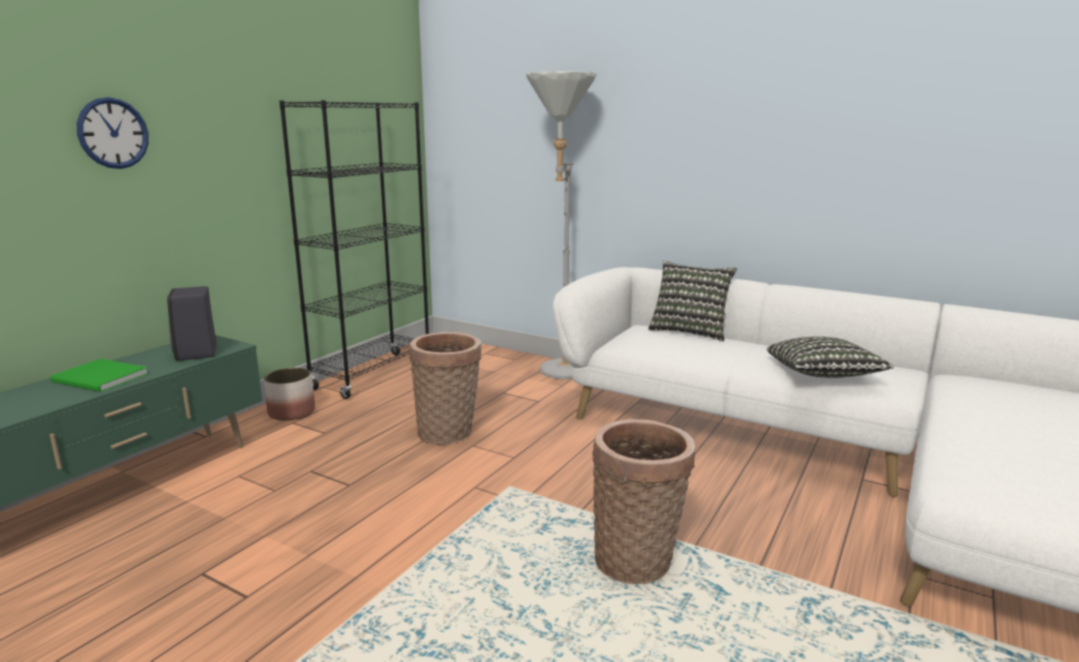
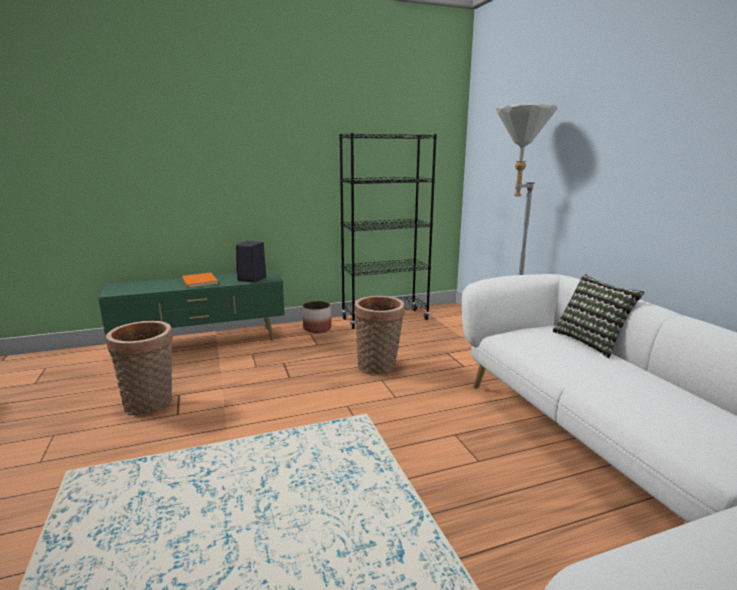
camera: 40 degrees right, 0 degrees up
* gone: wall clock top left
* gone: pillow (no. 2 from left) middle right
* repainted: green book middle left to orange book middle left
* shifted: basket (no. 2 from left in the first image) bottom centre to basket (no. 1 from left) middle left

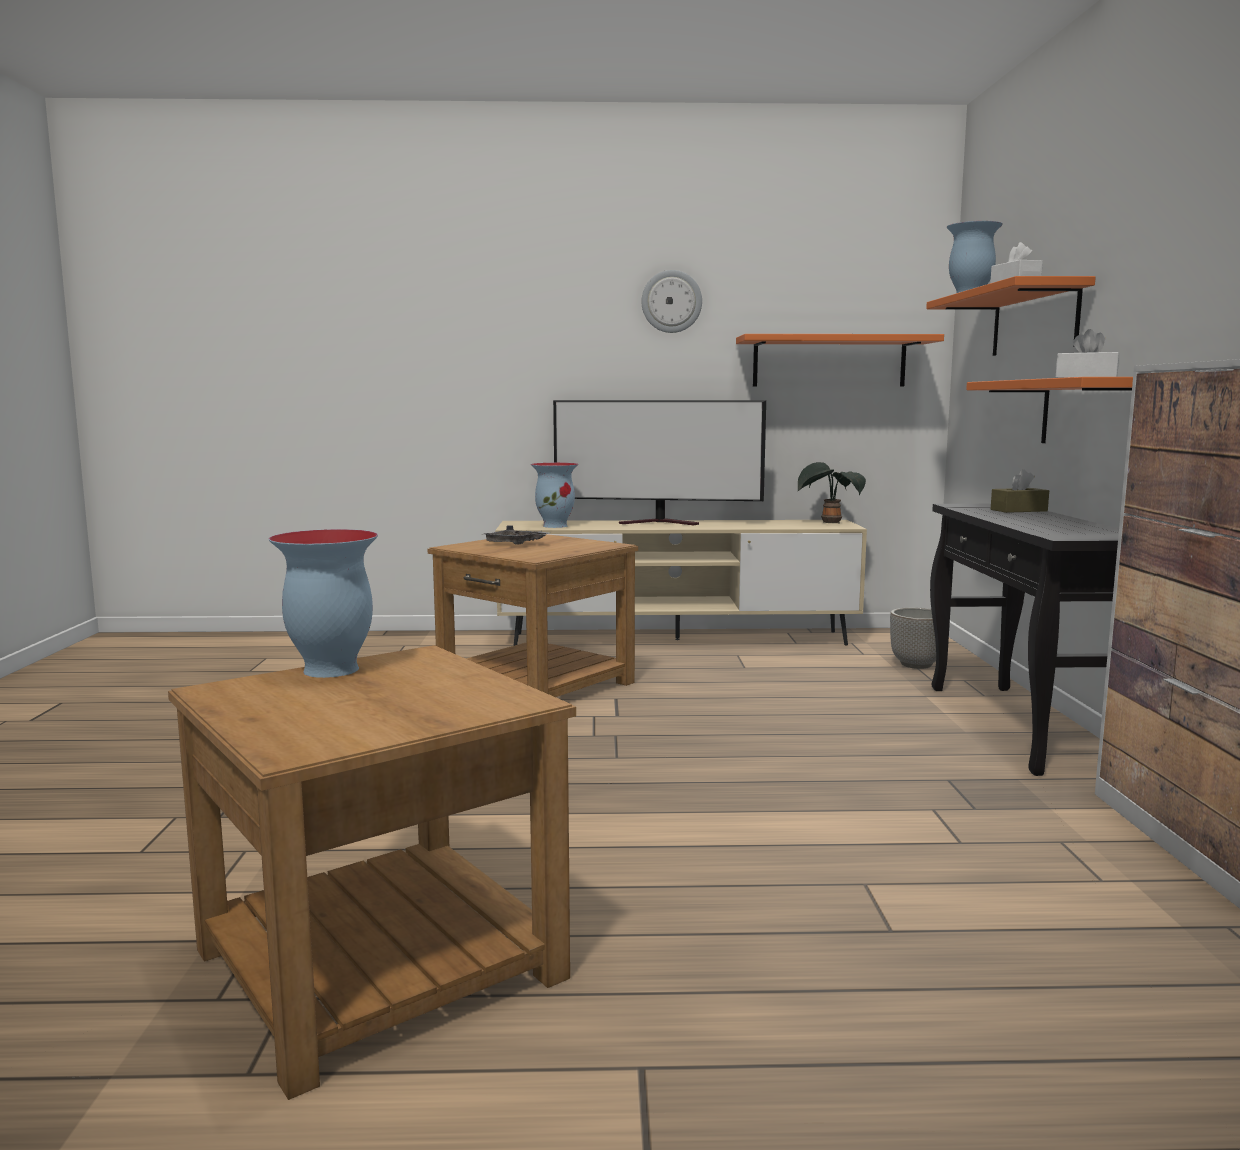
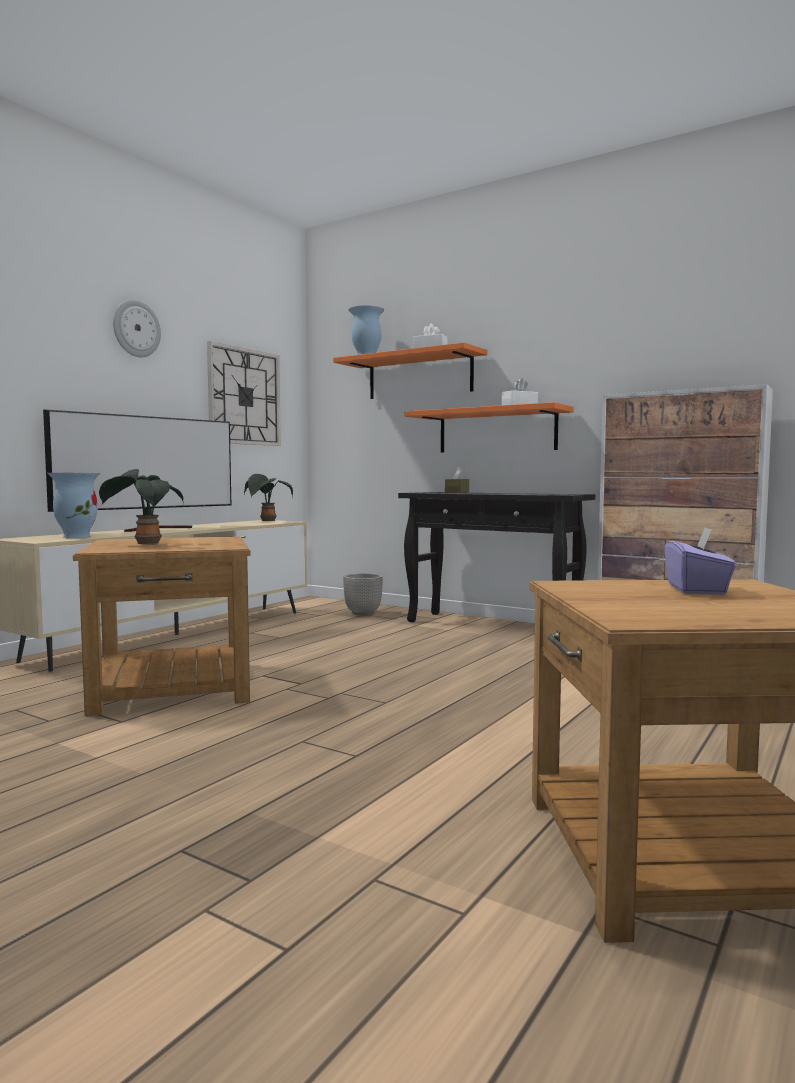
camera: 55 degrees left, 5 degrees down
* swapped: orange shelf (no. 1 from left) top right to wall clock (no. 2 from left) middle left
* swapped: grey tray centre to potted plant (no. 1 from left) middle left
* gone: vase (no. 1 from left) middle left
* new: purple tissue box middle right

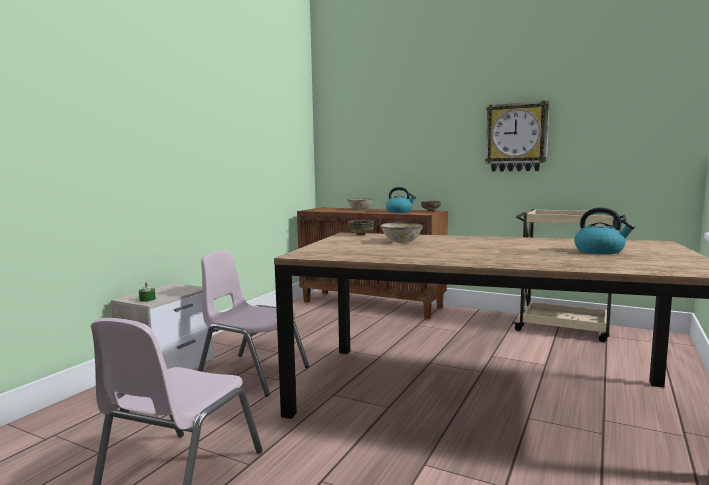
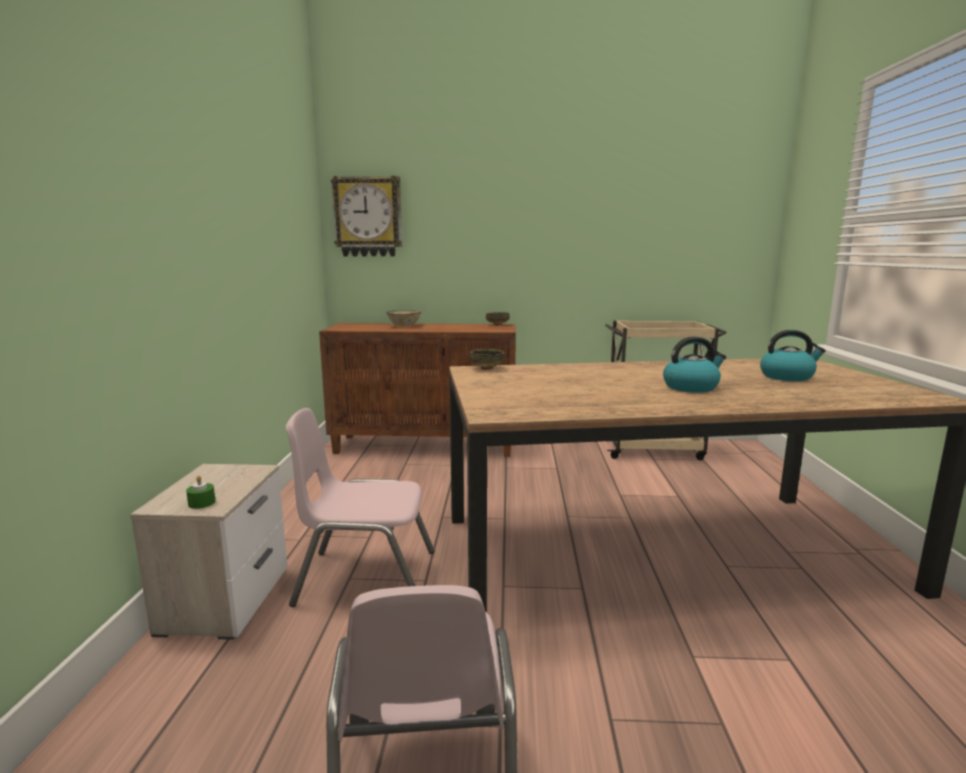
camera: 25 degrees left, 5 degrees up
* shifted: wall clock top right to top centre
* shifted: kettle (no. 1 from left) centre to middle right
* gone: bowl (no. 3 from left) centre

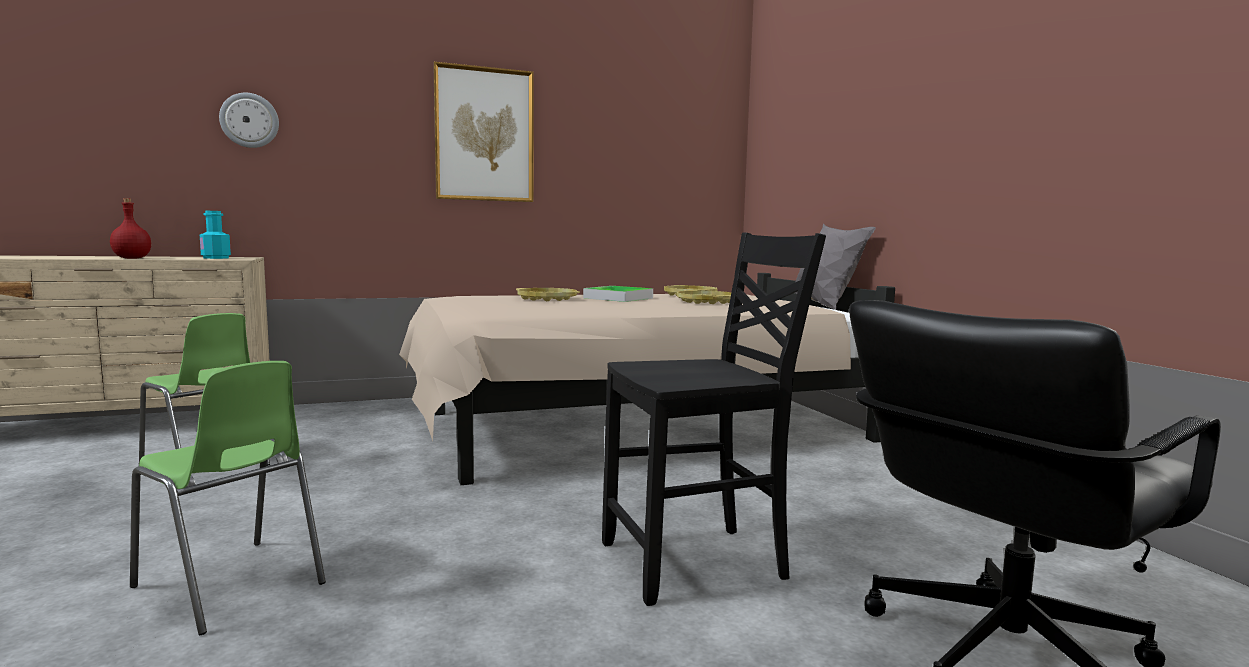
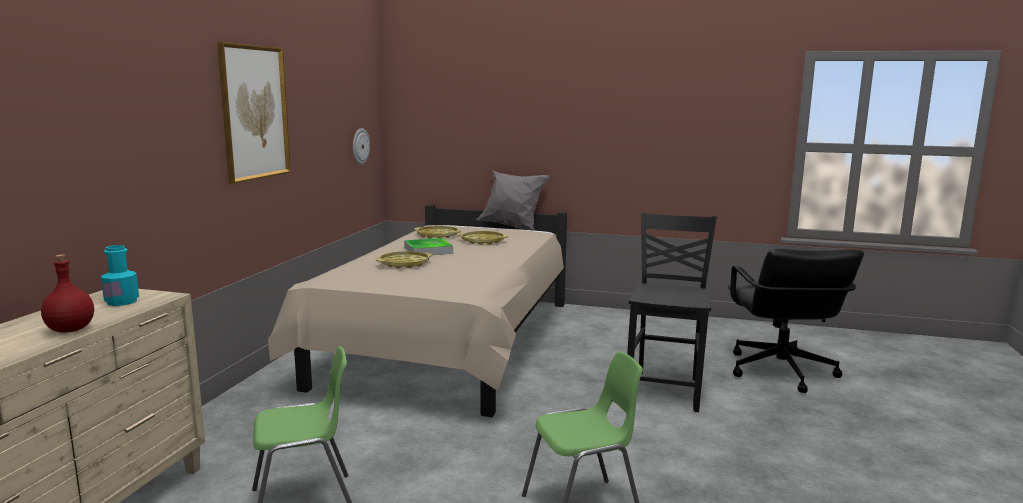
camera: 55 degrees left, 5 degrees up
* shifted: wall clock top left to top centre

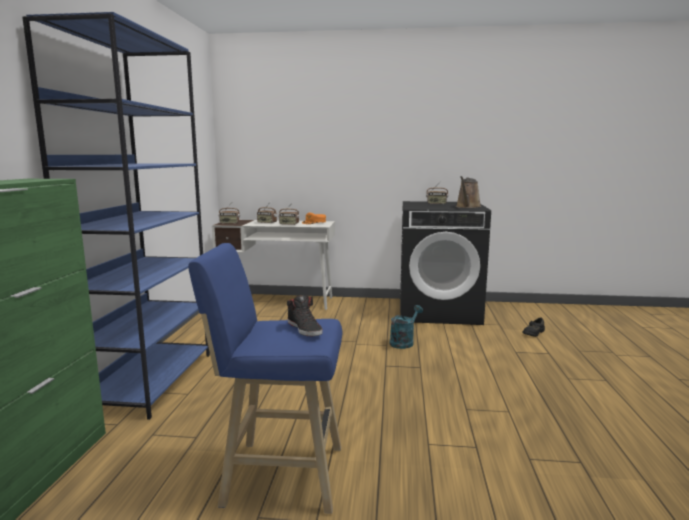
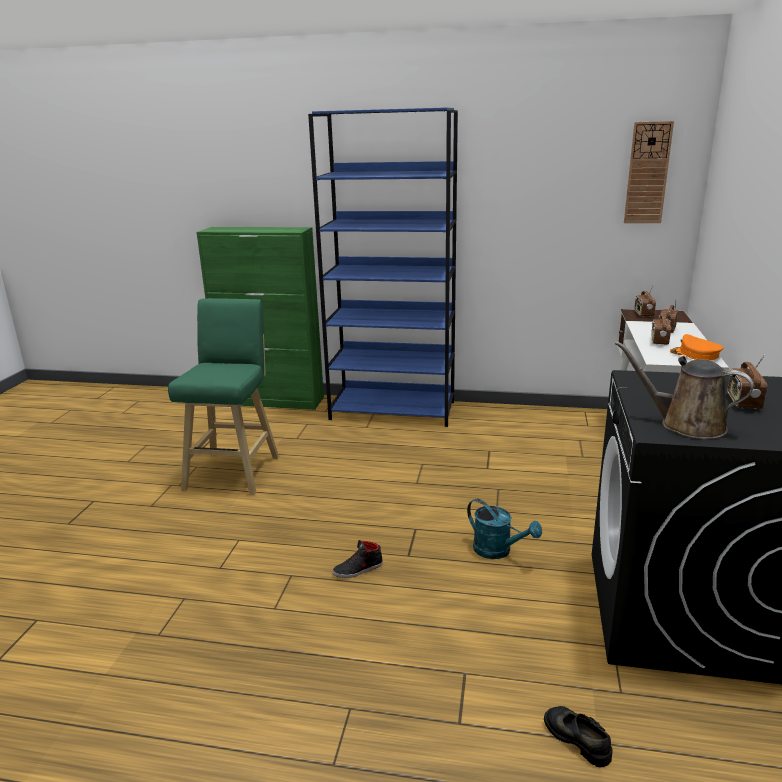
camera: 95 degrees right, 10 degrees up
* repainted: blue stool bottom centre to green stool middle left
* shifted: black shoe (no. 1 from left) centre to bottom centre
* new: wall clock top right

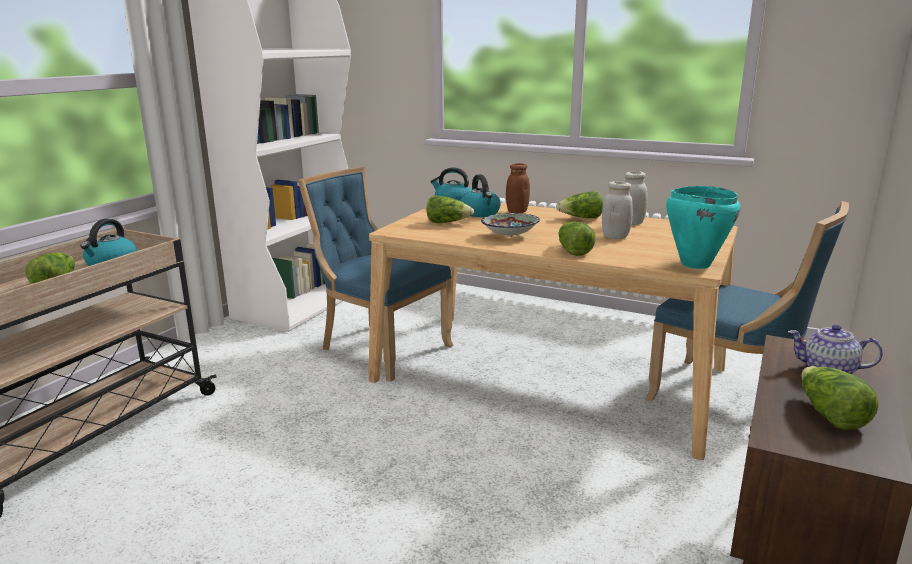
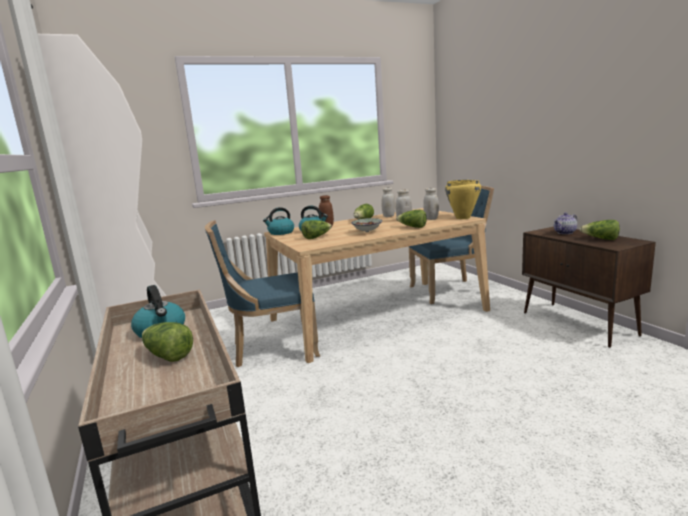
camera: 50 degrees left, 5 degrees down
* repainted: turquoise cooking pot middle right to yellow cooking pot middle right
* new: white jar (no. 3 from left) centre

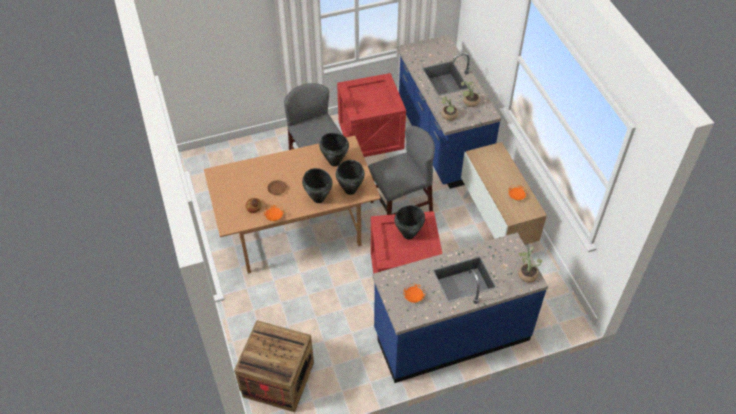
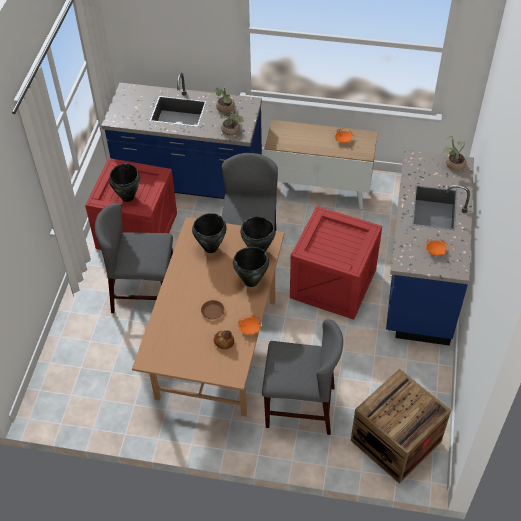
camera: 60 degrees left, 0 degrees up
* shifted: black cooking pot (no. 4 from left in the first image) centre to black cooking pot (no. 1 from left) middle left
* new: grey chair (no. 3 from left) bottom centre

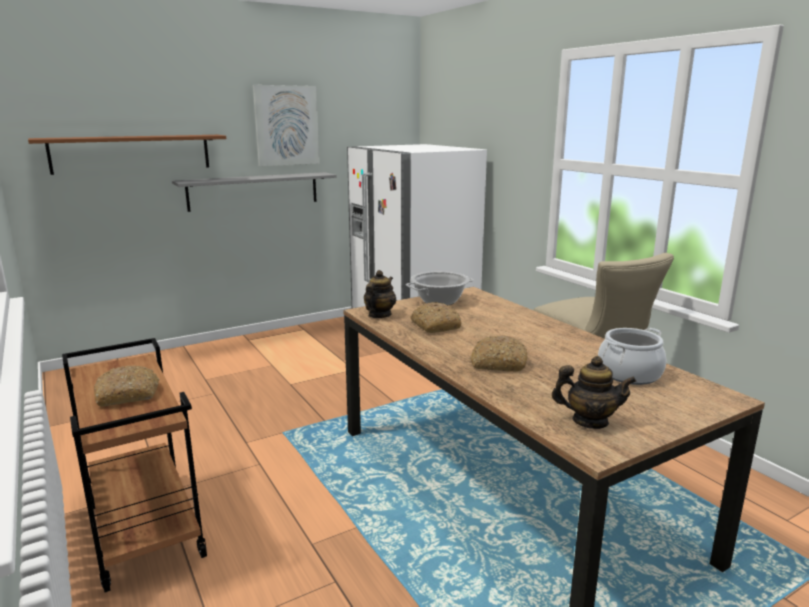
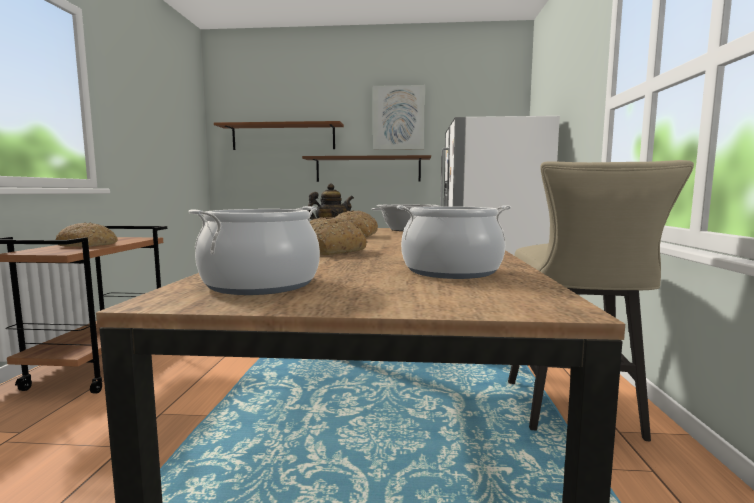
camera: 35 degrees right, 10 degrees down
* repainted: grey shelf top left to brown shelf (no. 2 from left) centre
* swapped: teapot (no. 2 from left) middle right to cooking pot (no. 1 from left) centre

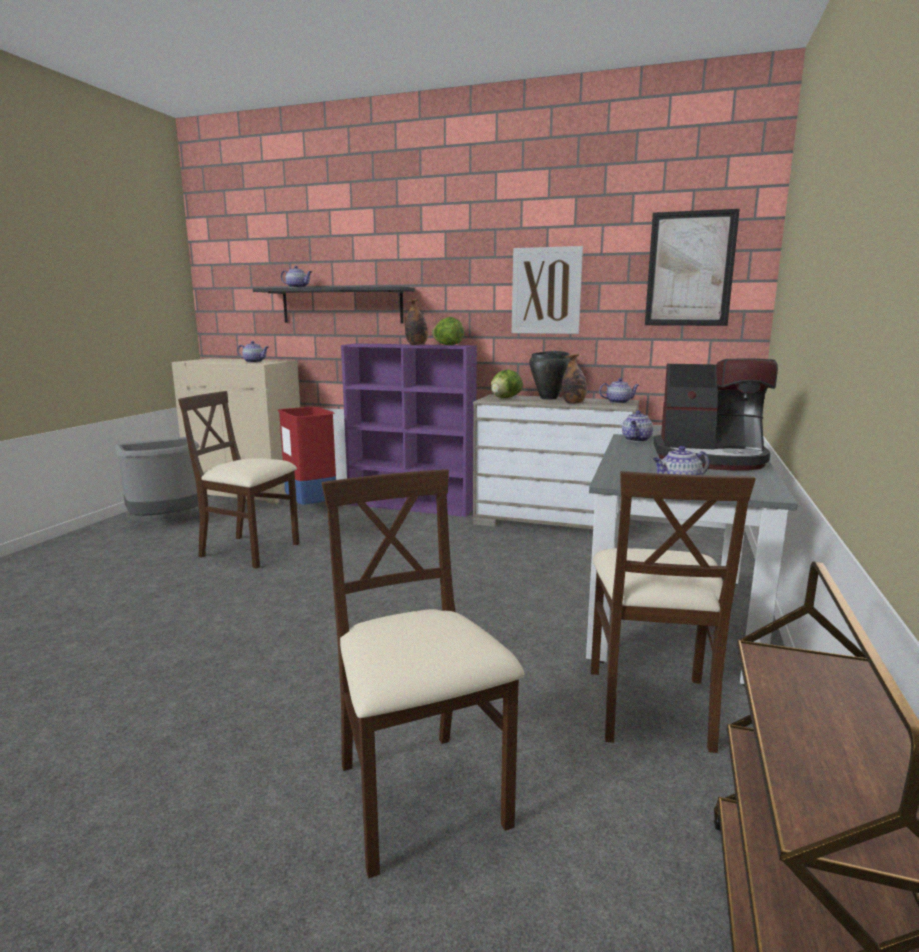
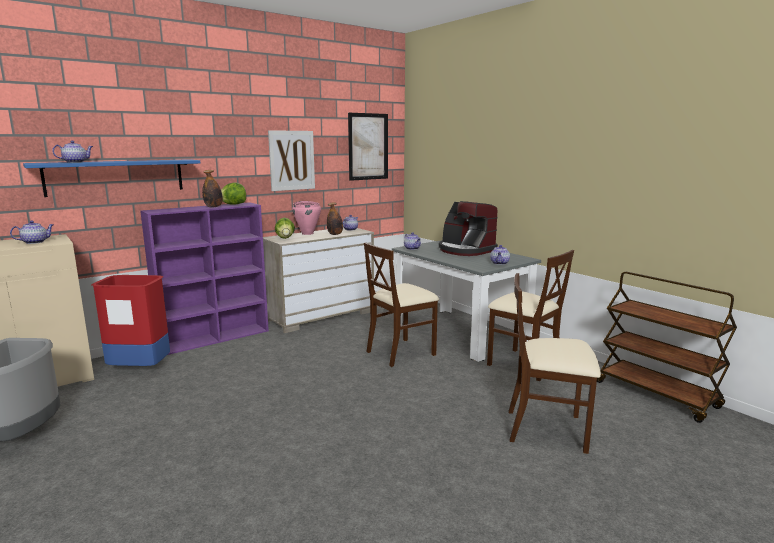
camera: 55 degrees left, 0 degrees up
* repainted: black shelf top centre to blue shelf top left
* repainted: black cooking pot centre to pink cooking pot centre
* rotated: coffee machine middle right = centre 90 degrees clockwise
* shifted: beige chair (no. 1 from left) middle left to centre

